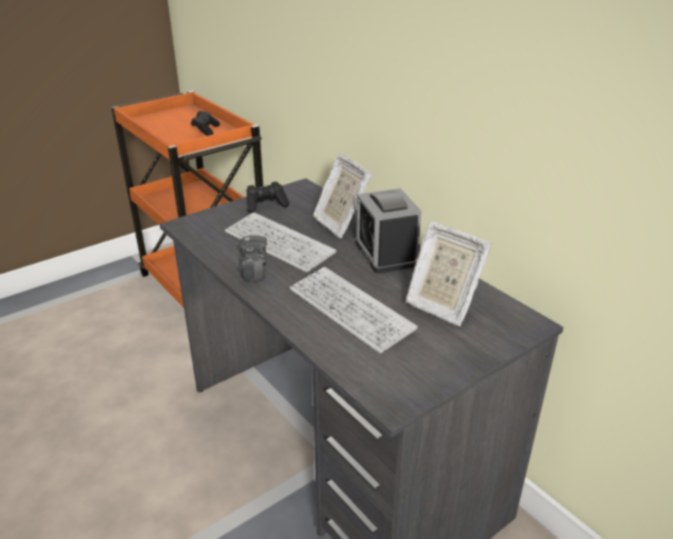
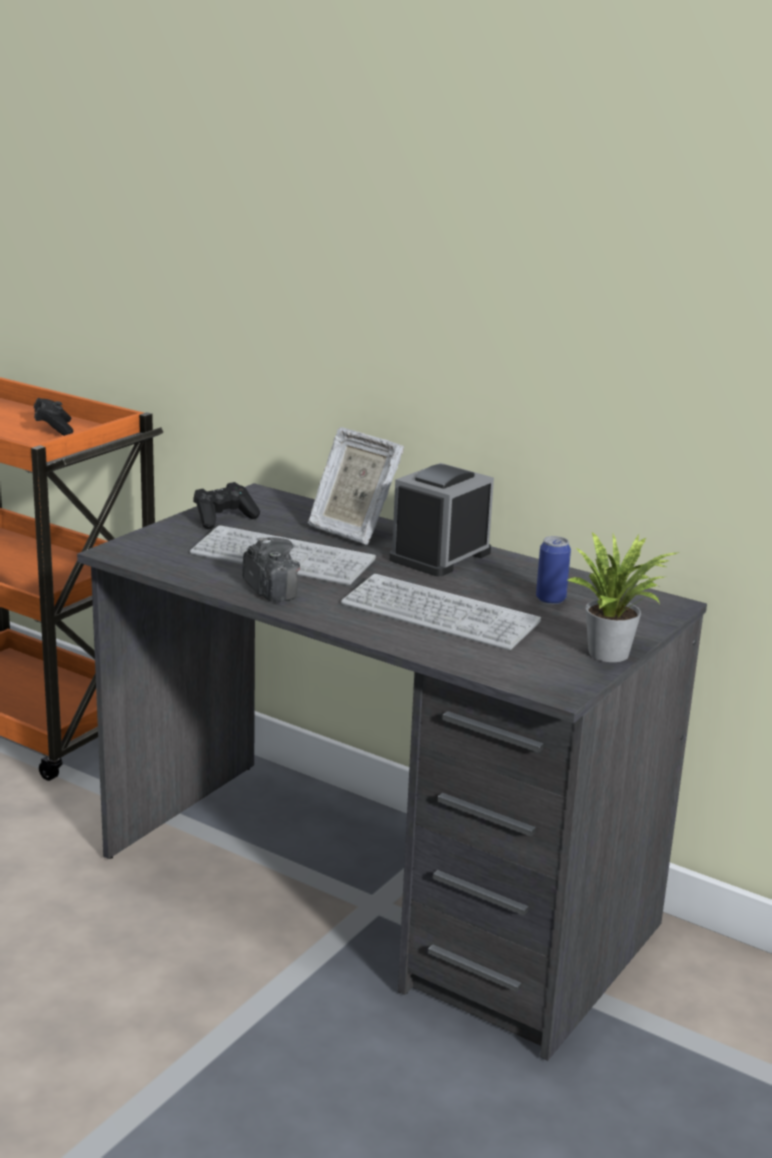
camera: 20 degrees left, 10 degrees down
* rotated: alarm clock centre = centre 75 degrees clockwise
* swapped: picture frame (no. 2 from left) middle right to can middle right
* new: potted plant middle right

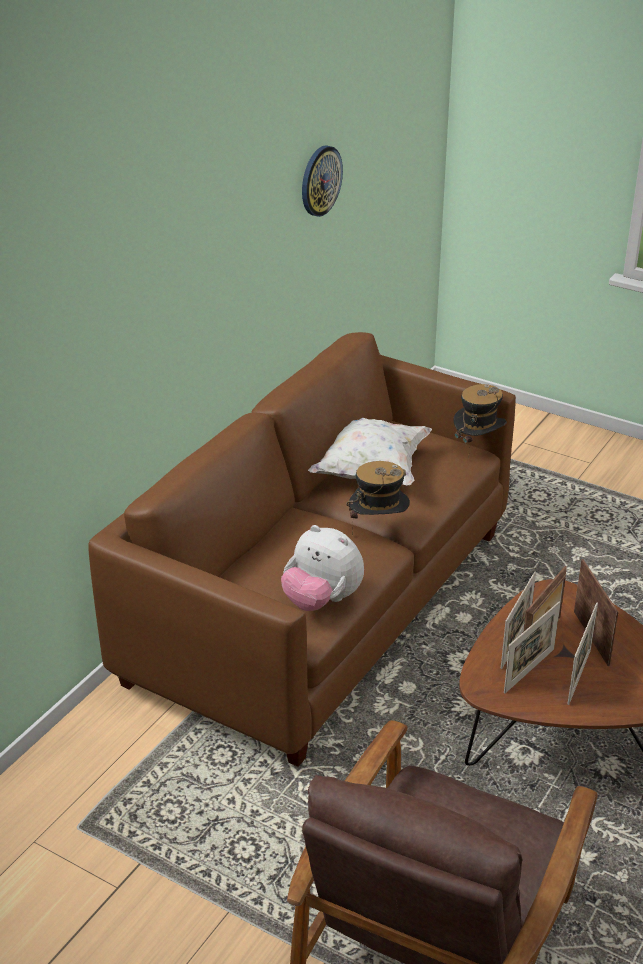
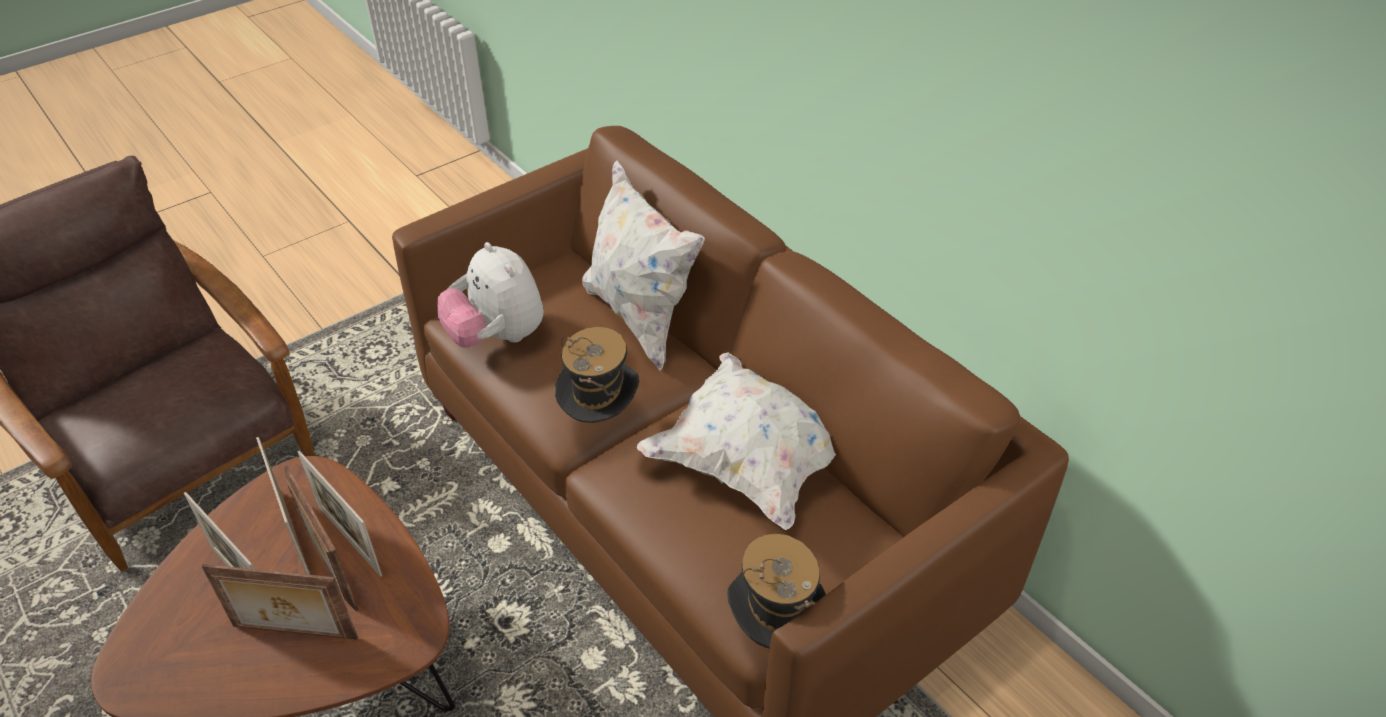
camera: 110 degrees right, 10 degrees up
* gone: wall clock top centre
* rotated: plush toy centre = centre 90 degrees counterclockwise
* new: white pillow (no. 1 from left) centre

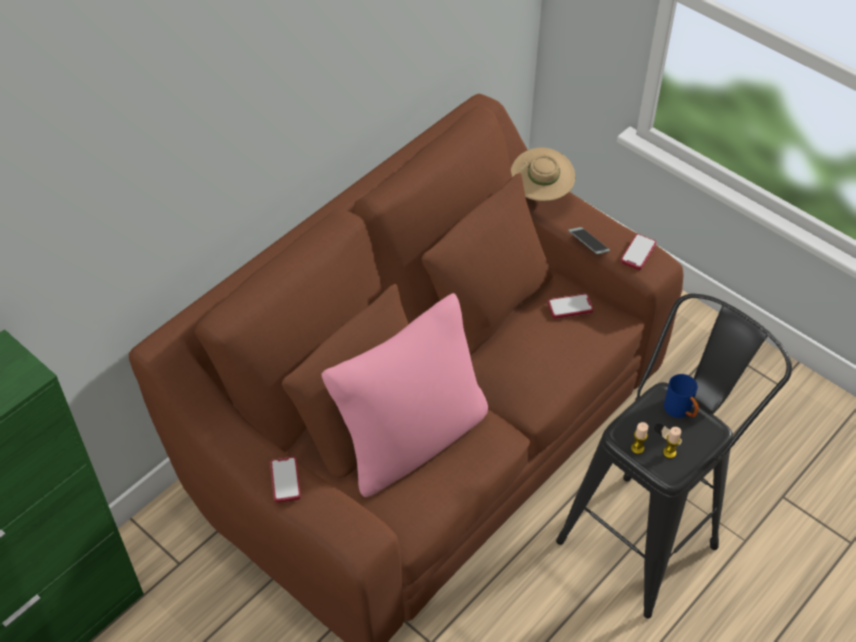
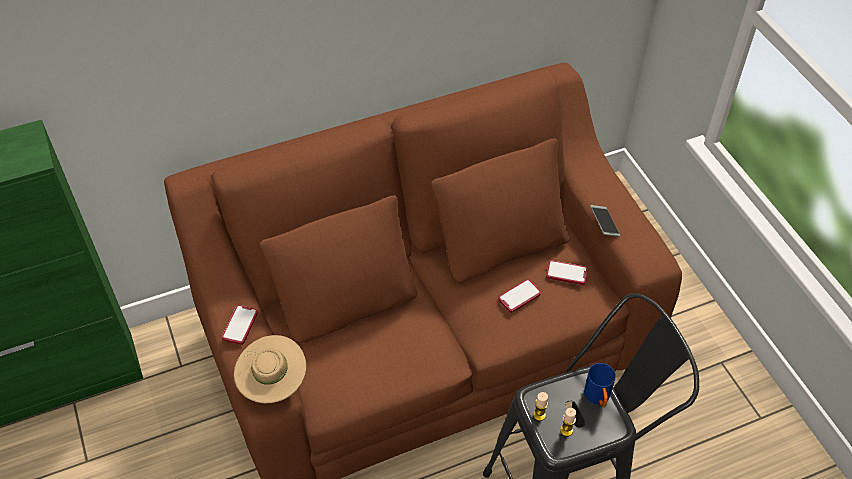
camera: 25 degrees right, 0 degrees up
* shifted: beige hat top centre to bottom left
* shifted: phone (no. 4 from left in the first image) middle right to phone (no. 2 from left) centre
* gone: pink pillow centre

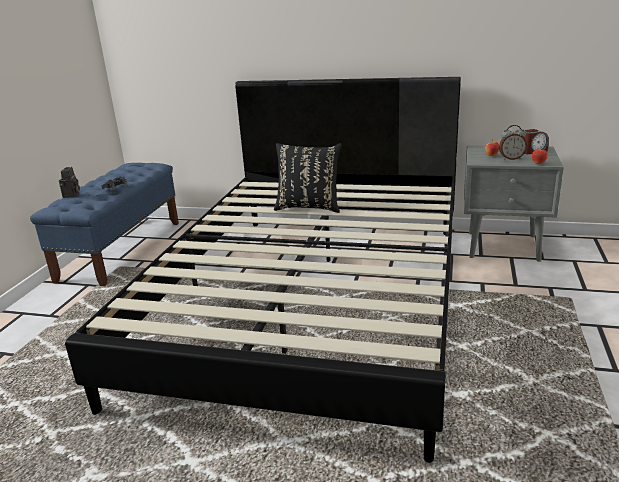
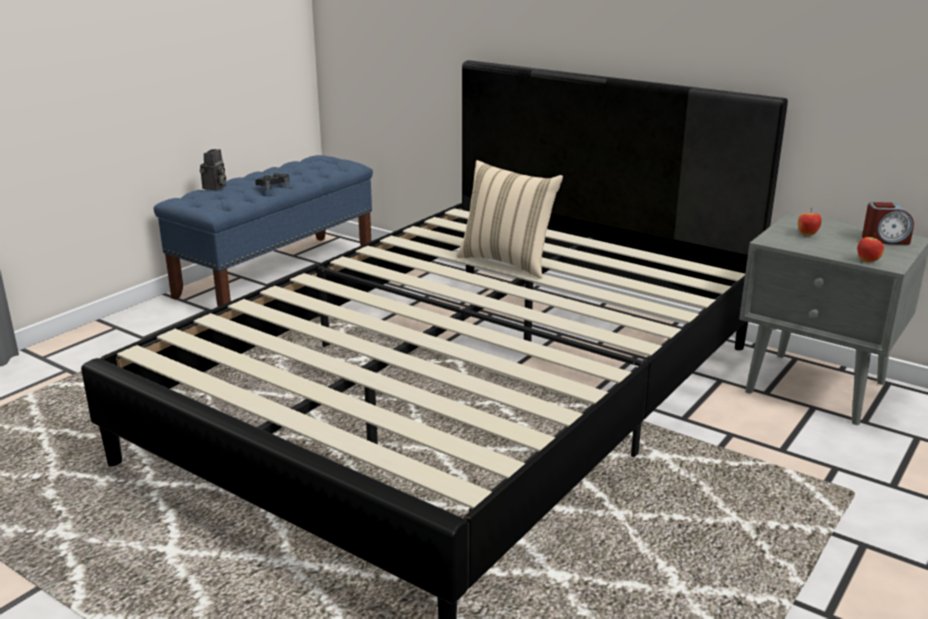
camera: 20 degrees right, 0 degrees up
* gone: alarm clock (no. 1 from left) top right
* repainted: black pillow centre to beige pillow centre

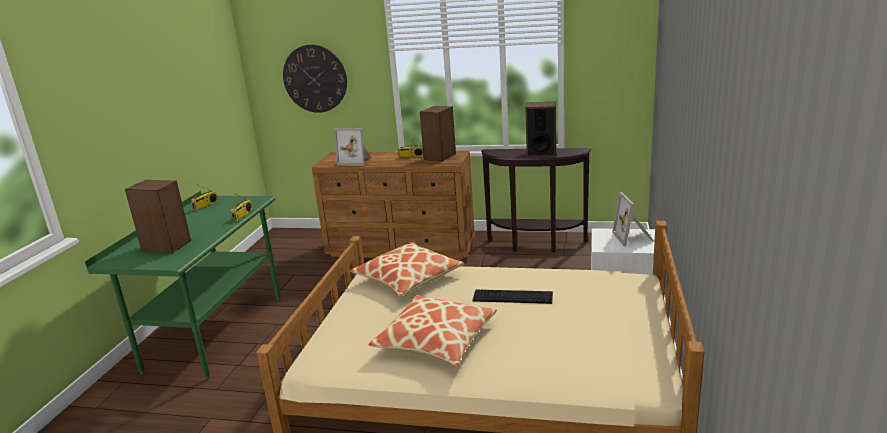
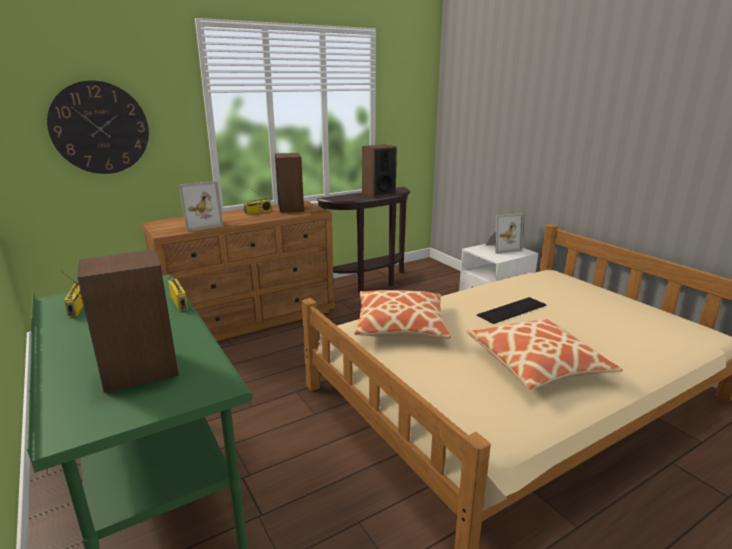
camera: 45 degrees left, 0 degrees up
* rotated: picture frame (no. 2 from left) middle right = middle right 60 degrees counterclockwise

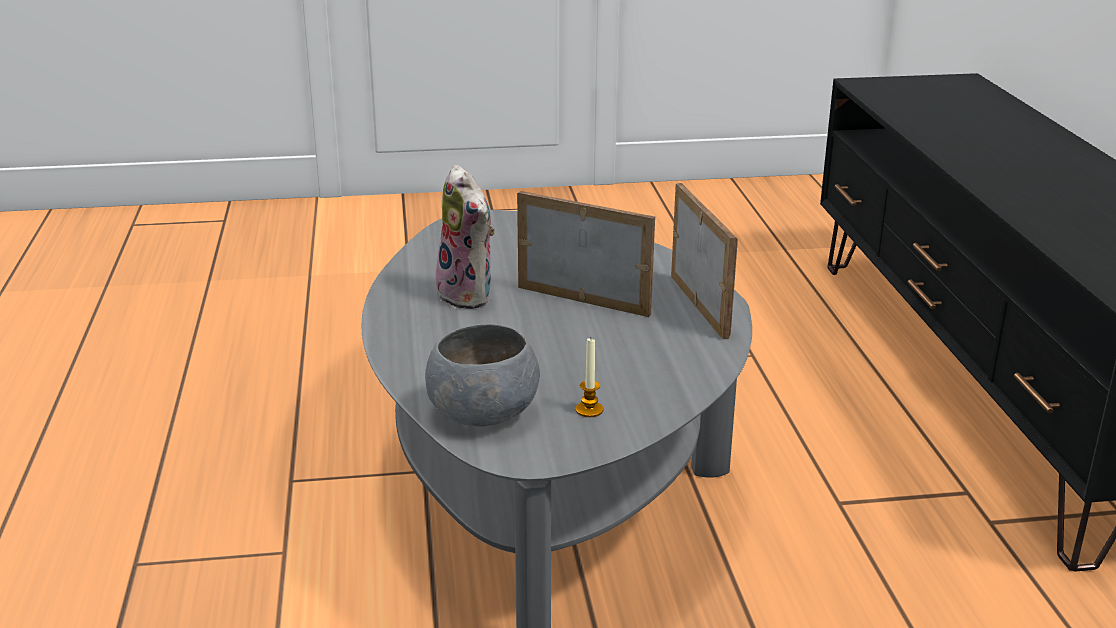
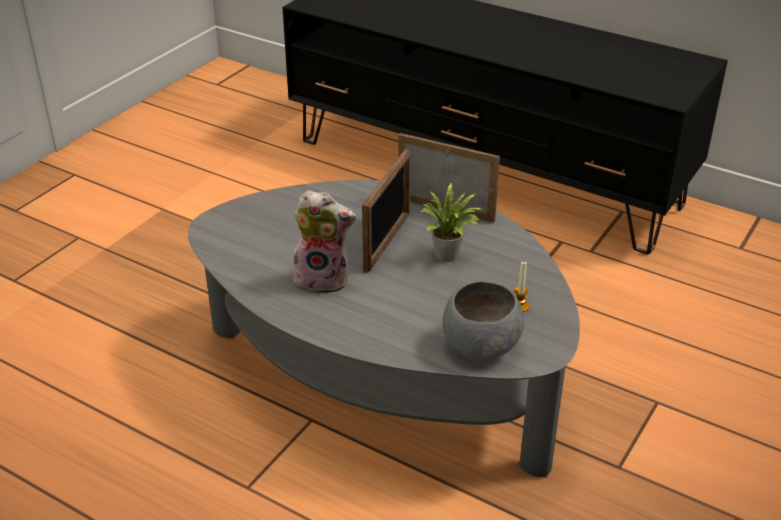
camera: 50 degrees left, 10 degrees up
* rotated: picture frame (no. 1 from left) centre = centre 135 degrees clockwise
* new: potted plant centre

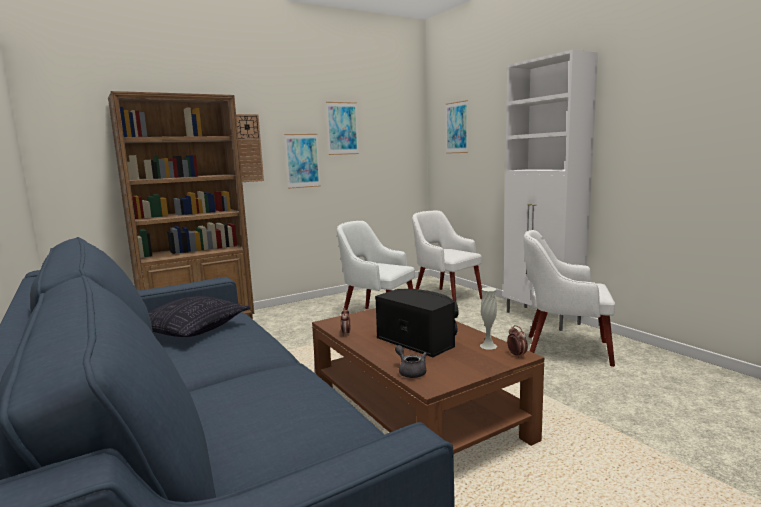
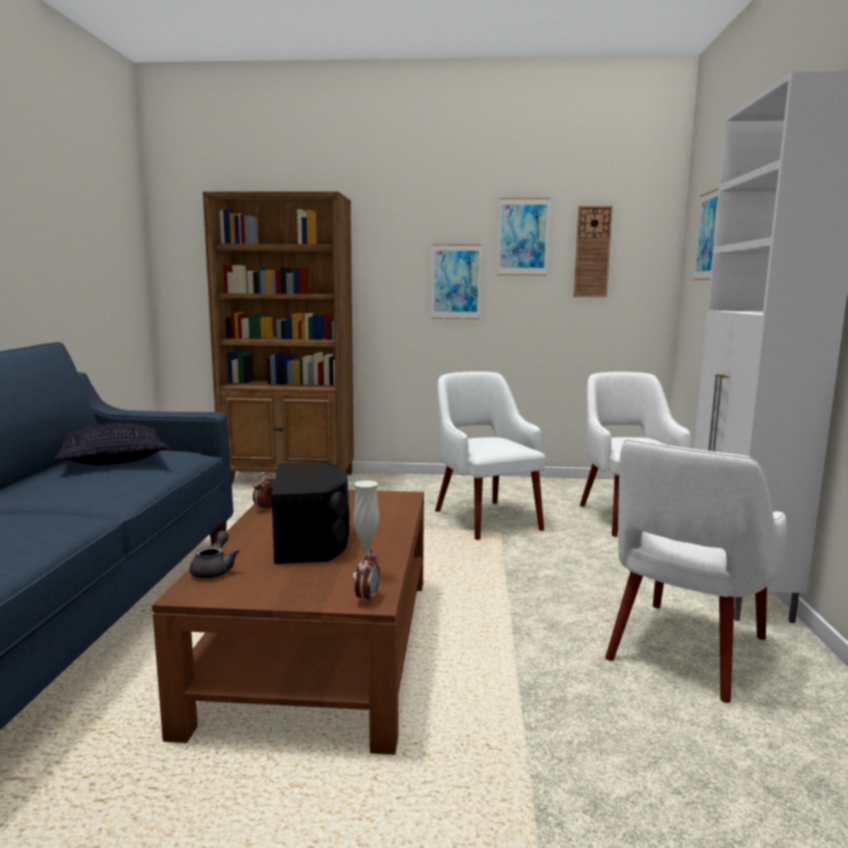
camera: 35 degrees right, 0 degrees up
* shifted: wall clock top left to top right
* rotated: white armchair (no. 3 from left) middle right = bottom right 105 degrees counterclockwise

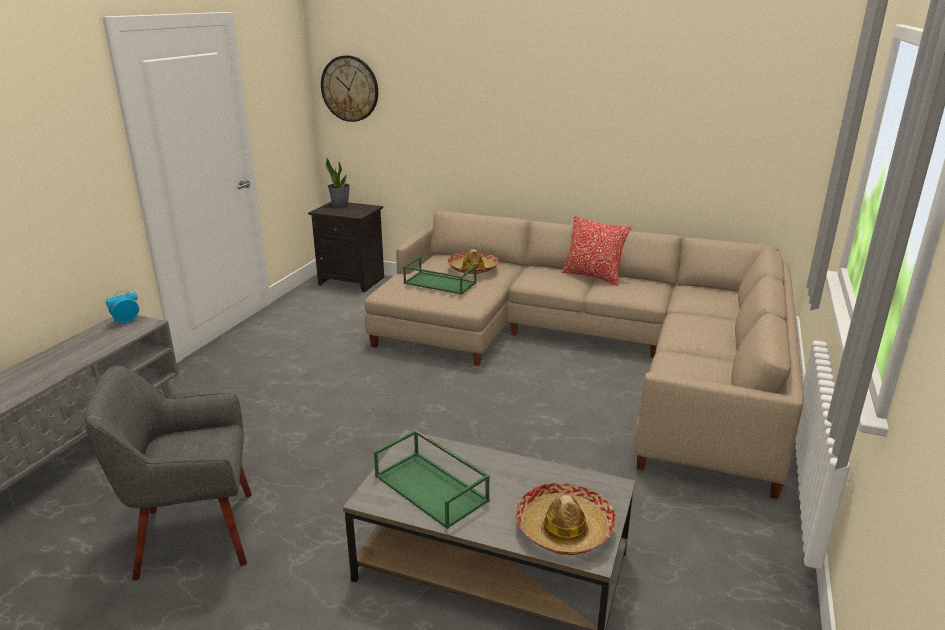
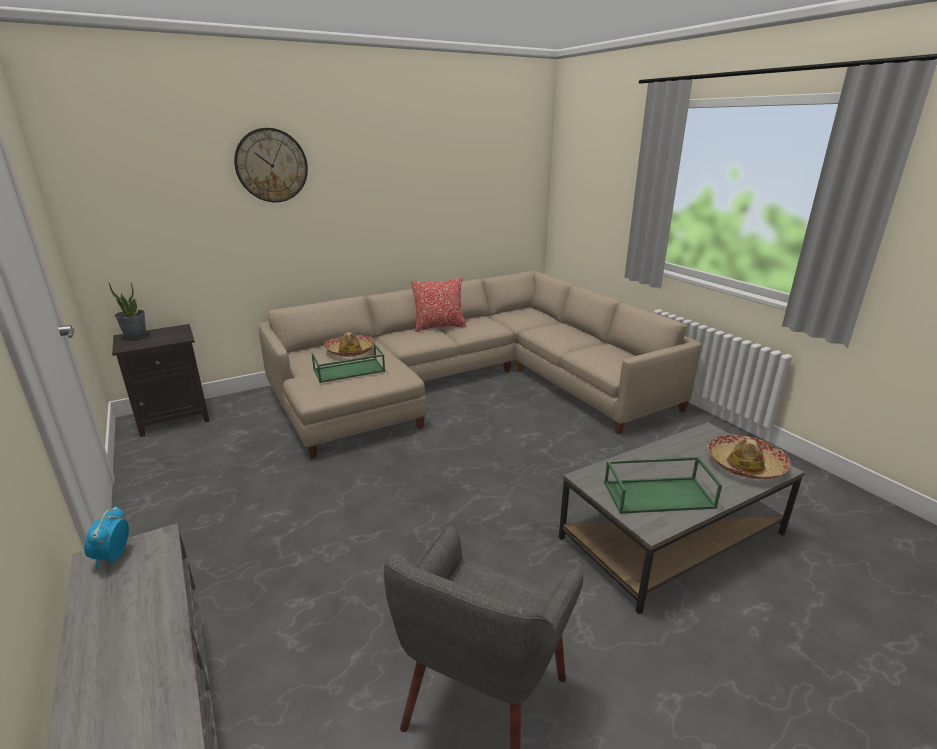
camera: 50 degrees left, 0 degrees up
* shifted: wall clock top centre to top left

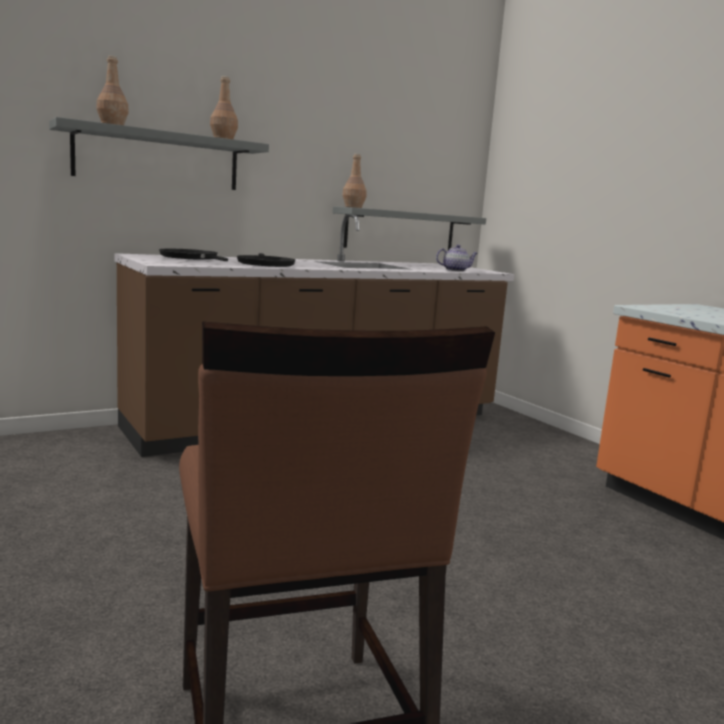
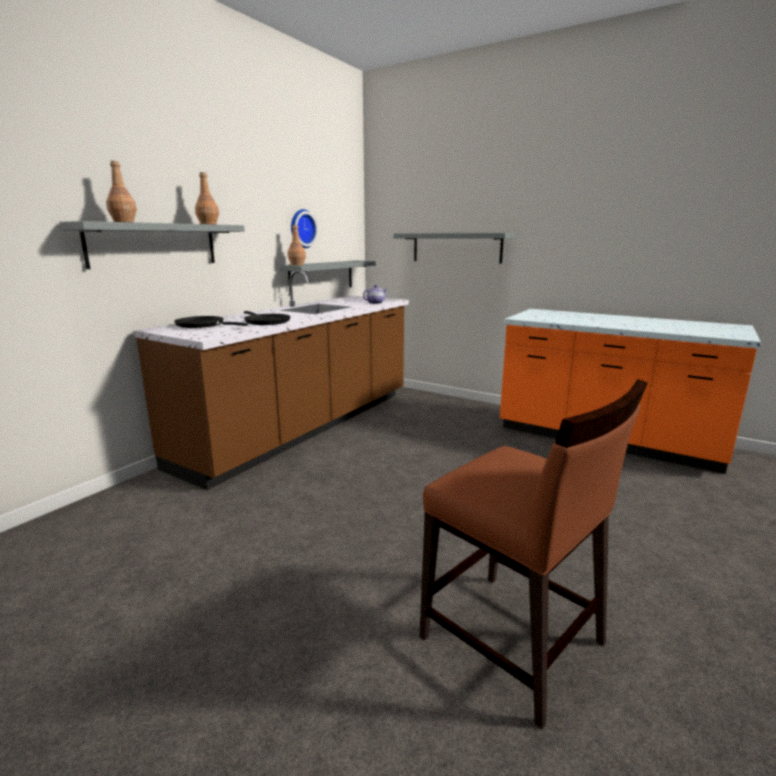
camera: 25 degrees left, 5 degrees up
* new: wall clock top centre
* new: grey shelf (no. 3 from left) top centre

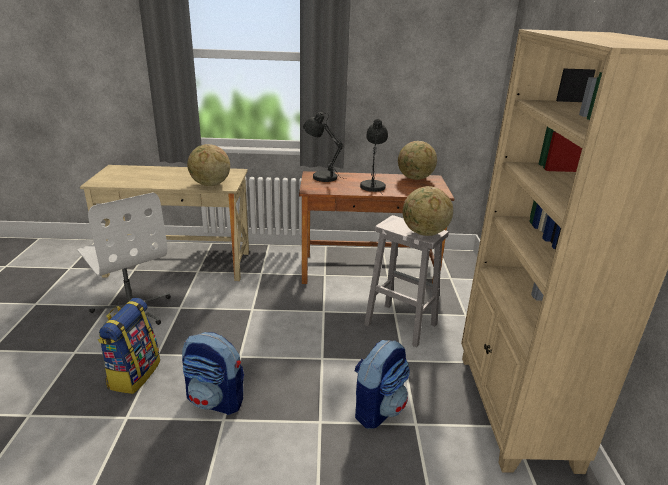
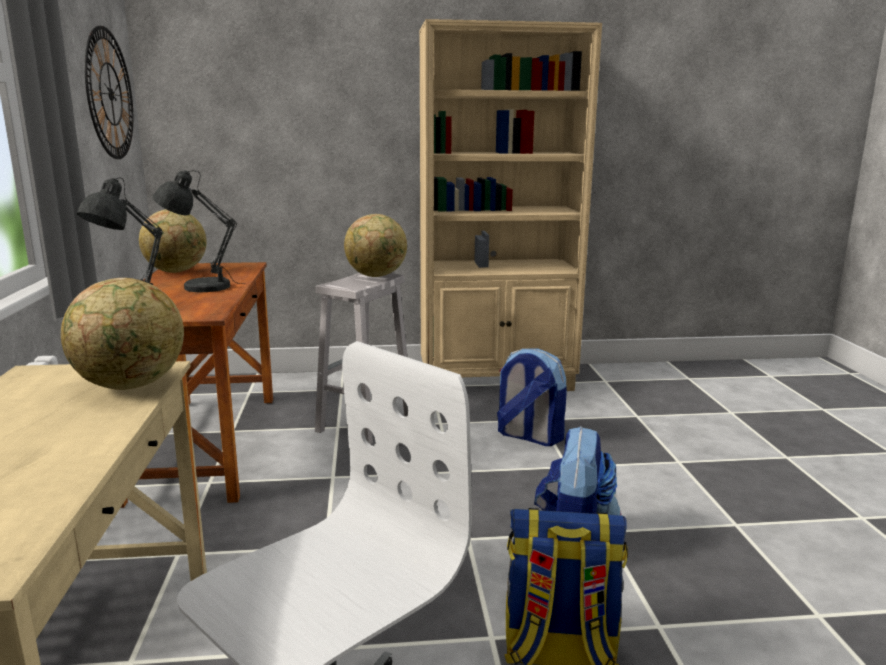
camera: 95 degrees left, 10 degrees down
* new: wall clock top left

